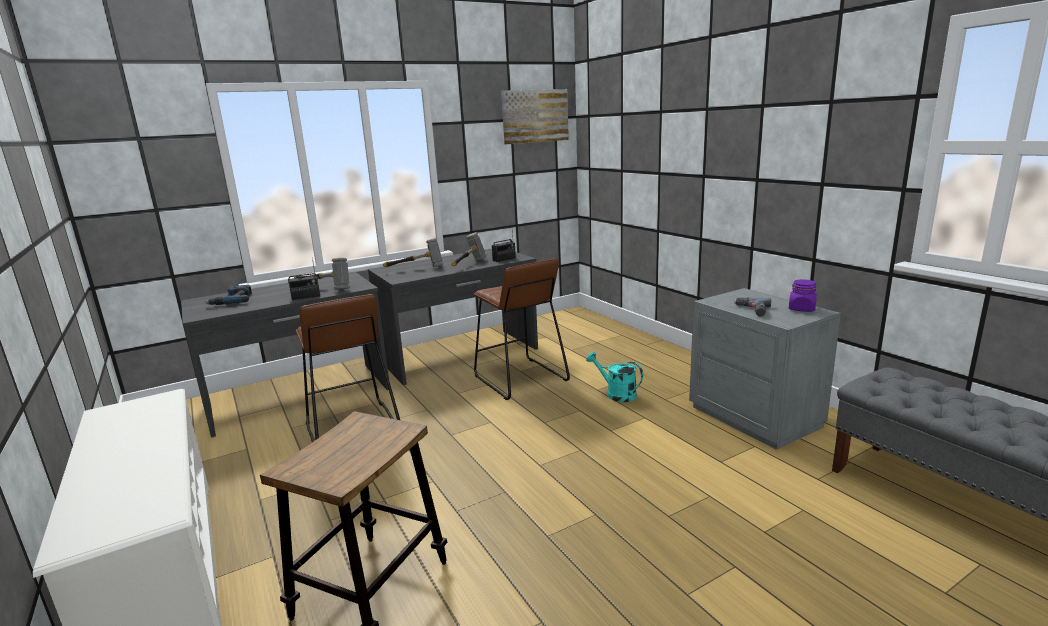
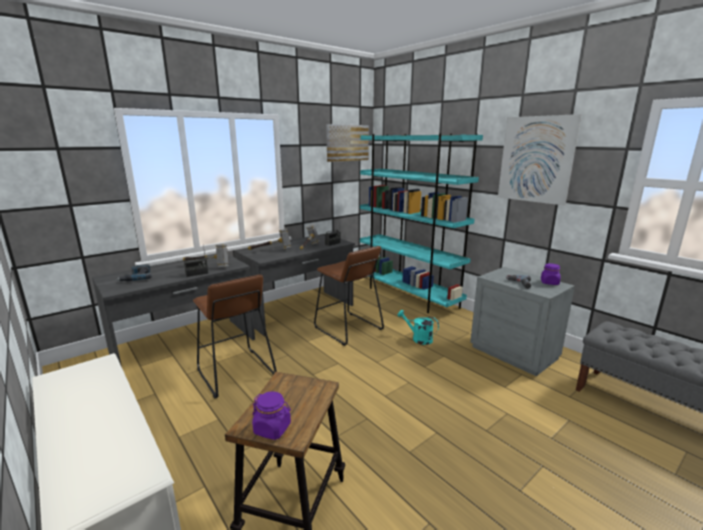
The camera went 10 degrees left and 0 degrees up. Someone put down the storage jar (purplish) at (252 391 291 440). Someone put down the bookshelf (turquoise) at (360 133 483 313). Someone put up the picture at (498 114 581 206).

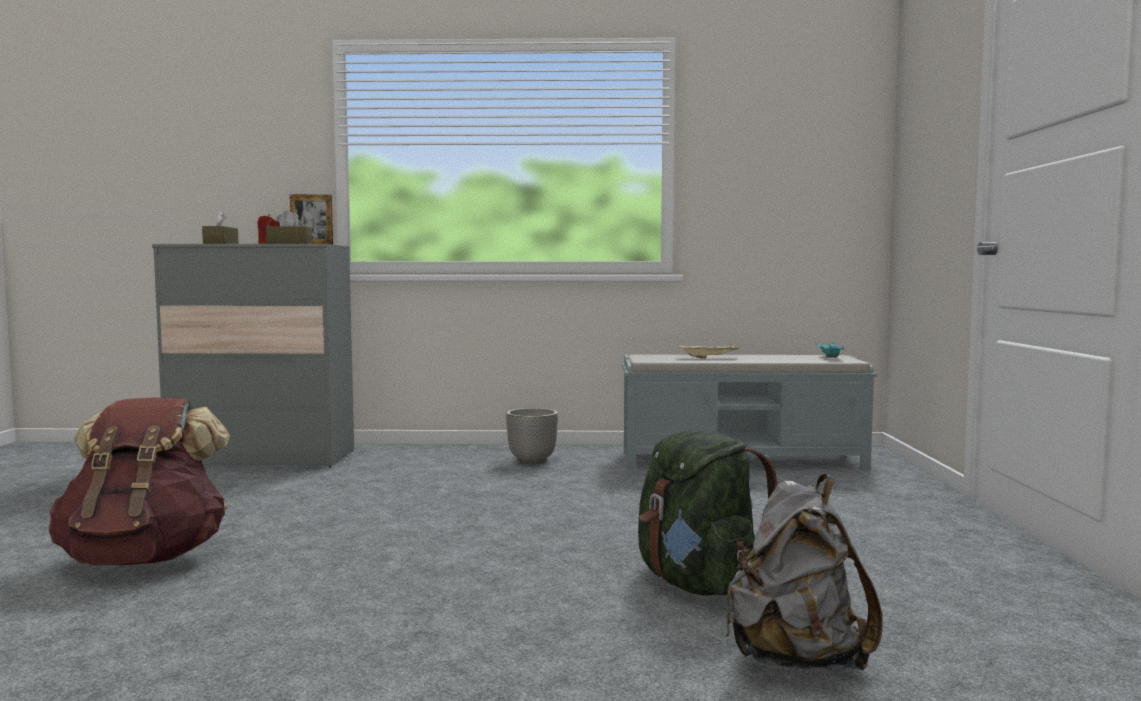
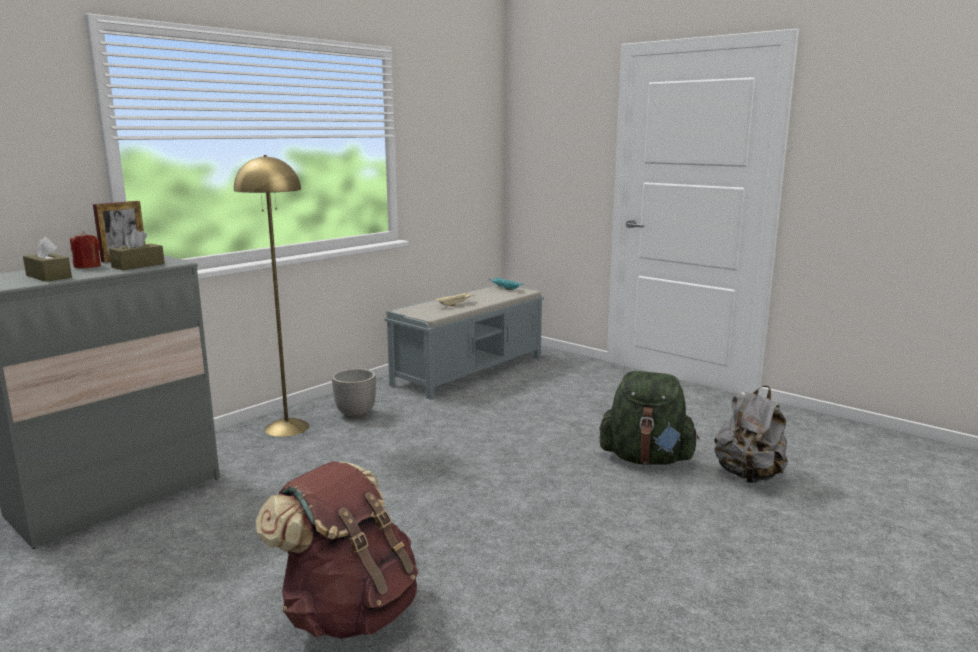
The camera went 50 degrees left and 10 degrees up. Someone put down the floor lamp (yellow) at (234 155 309 437).

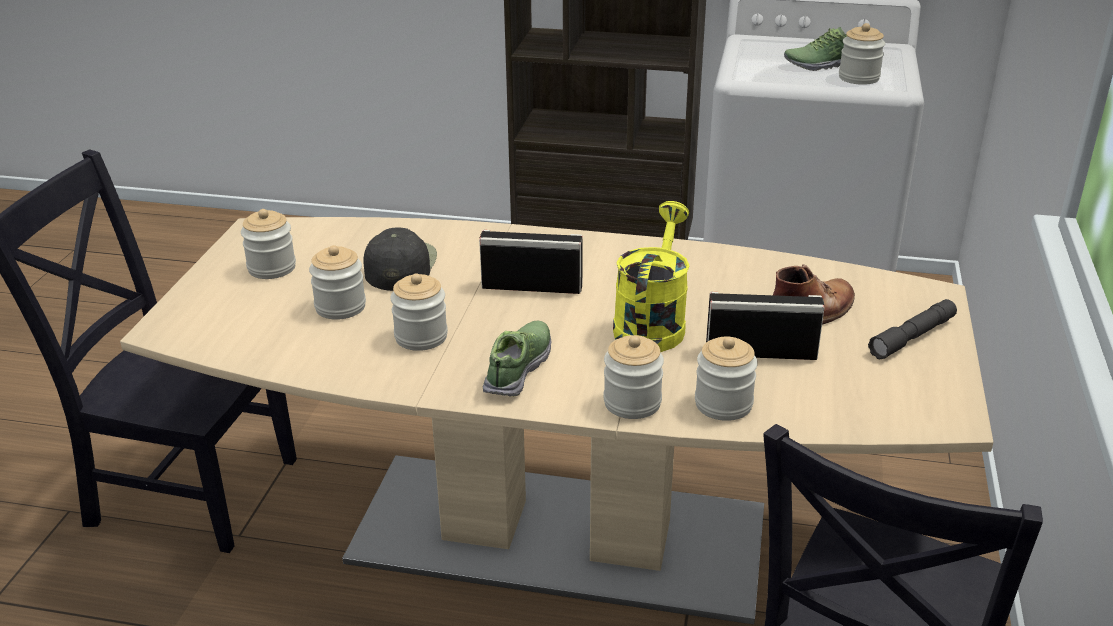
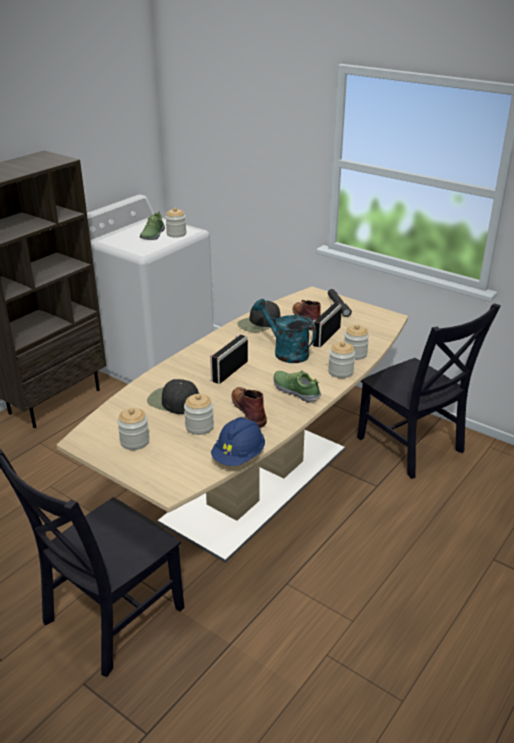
The camera went 65 degrees left and 0 degrees up. Someone put down the hard hat (bluish) at (211 417 265 466). Someone put down the cap (black) at (237 301 281 332). Someone swapped the storage jar at (390 273 448 351) for the high-top boot (brown-coloured) at (231 387 267 428). Someone repainted the watering can (yellow) at (613 201 690 352), which became the watering can (turquoise) at (253 299 316 363).

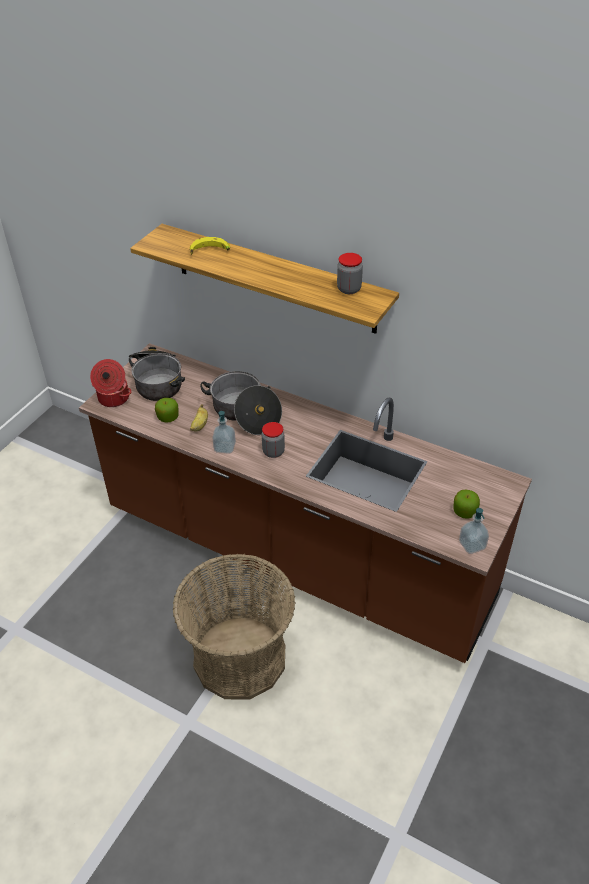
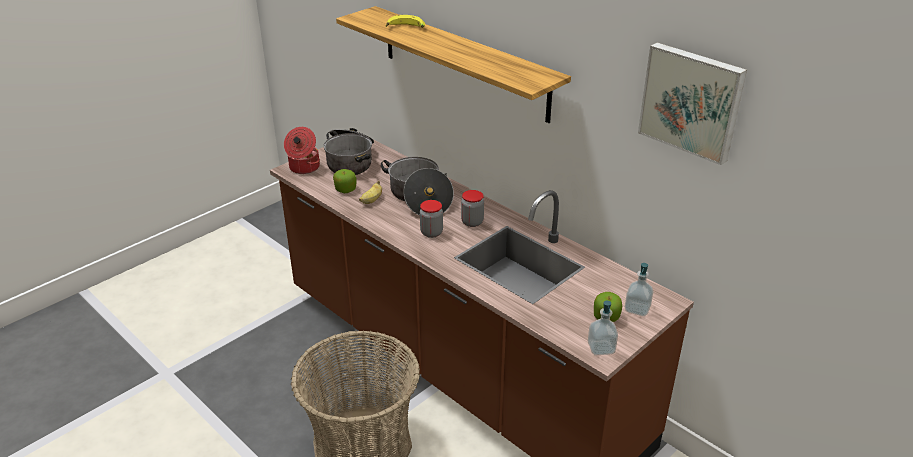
The camera went 15 degrees right and 10 degrees down. Someone put up the picture at (638 43 747 165). Someone carried the soap bottle from (213 411 236 454) to (625 263 654 316). Someone carried the storage jar from (337 253 363 294) to (461 190 484 227).

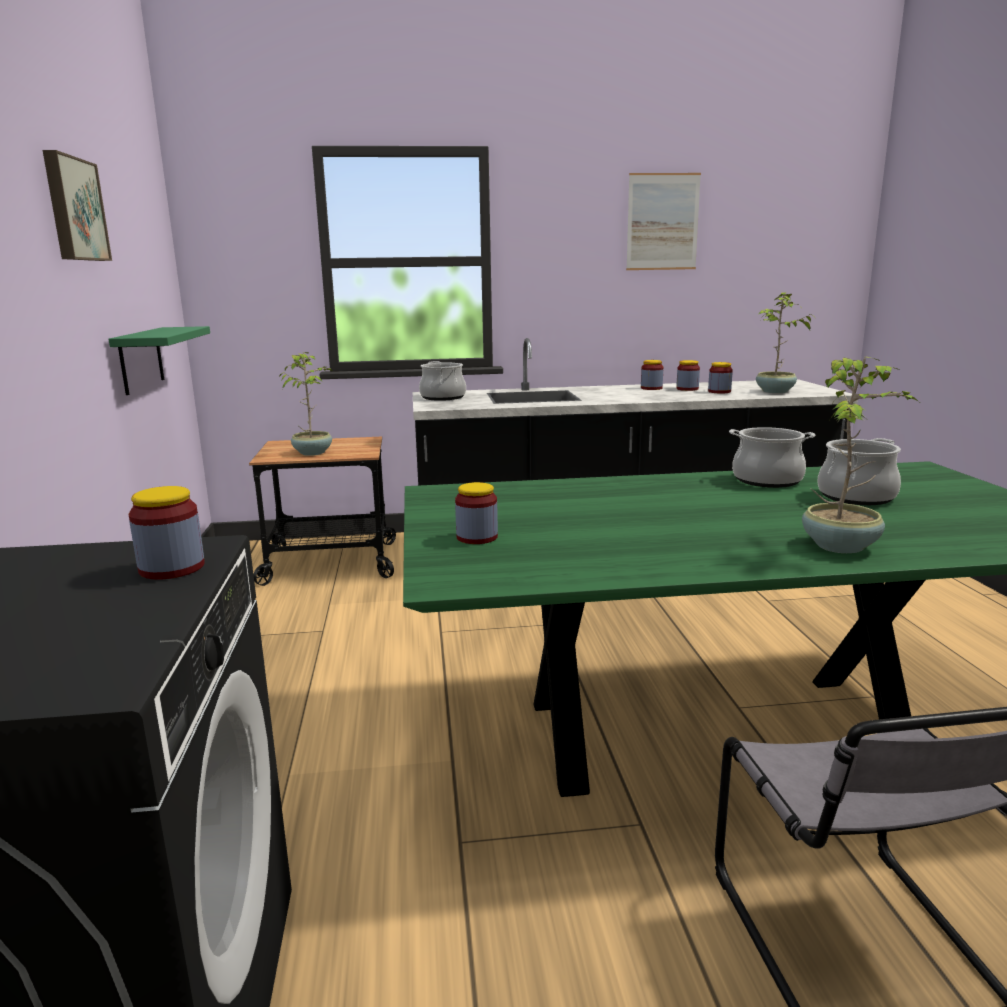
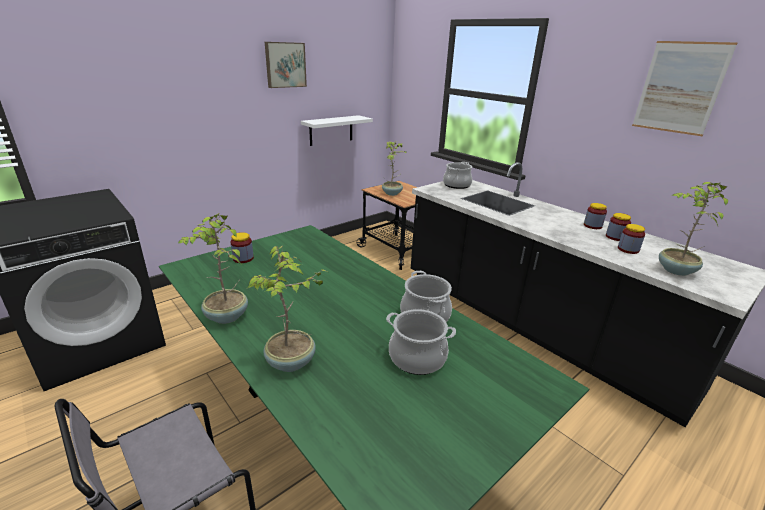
The camera went 55 degrees right and 10 degrees up. Someone took away the storage jar at (129 486 205 580). Someone put down the houseplant at (178 213 248 324). Someone repainted the bracket shelf (green-coloured) at (108 326 210 395), which became the bracket shelf (whitish) at (301 115 373 146).

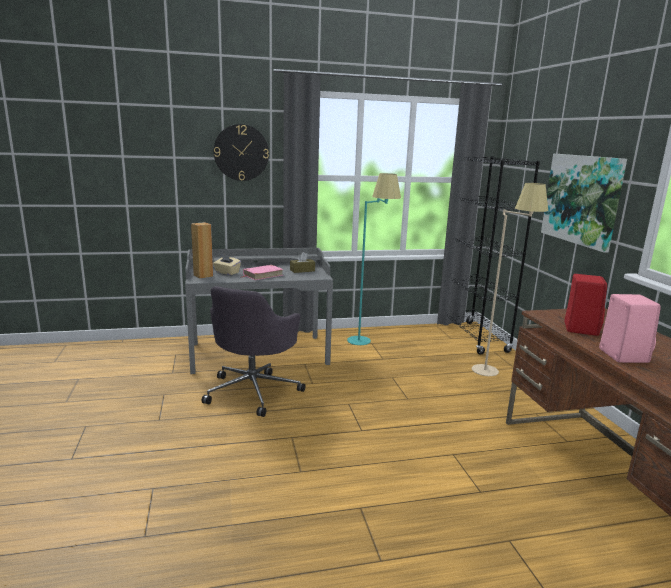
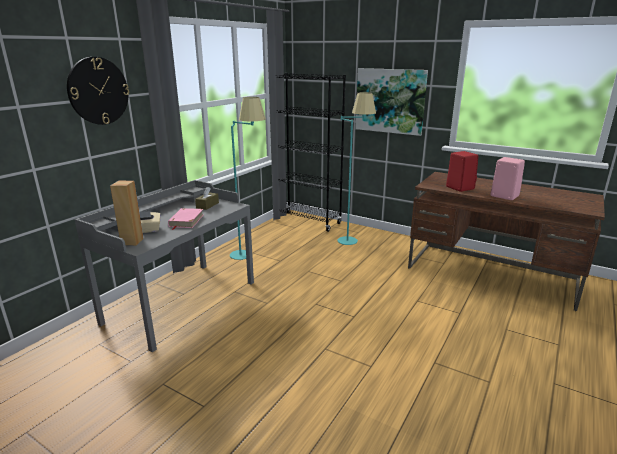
The camera went 45 degrees left and 5 degrees up. Someone took away the computer chair (grey) at (202 286 305 417). Someone repainted the floor lamp (sand-coloured) at (472 183 548 376), which became the floor lamp (turquoise) at (337 92 376 245).

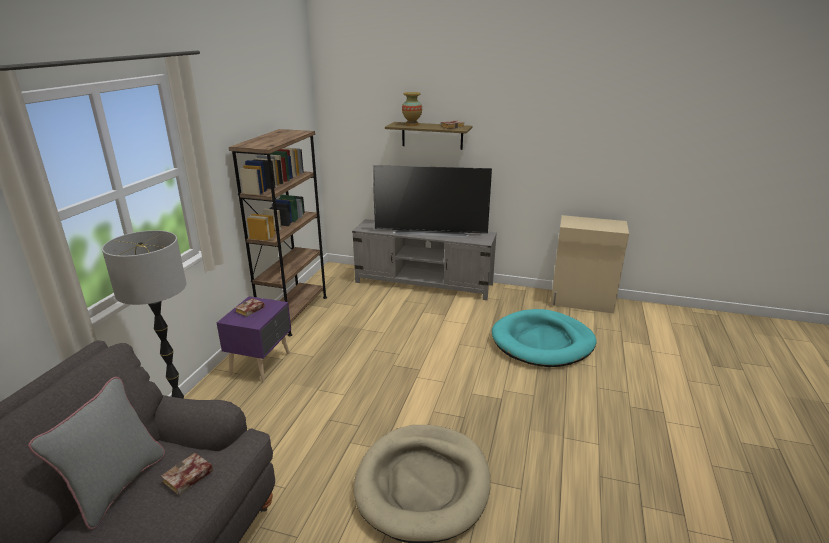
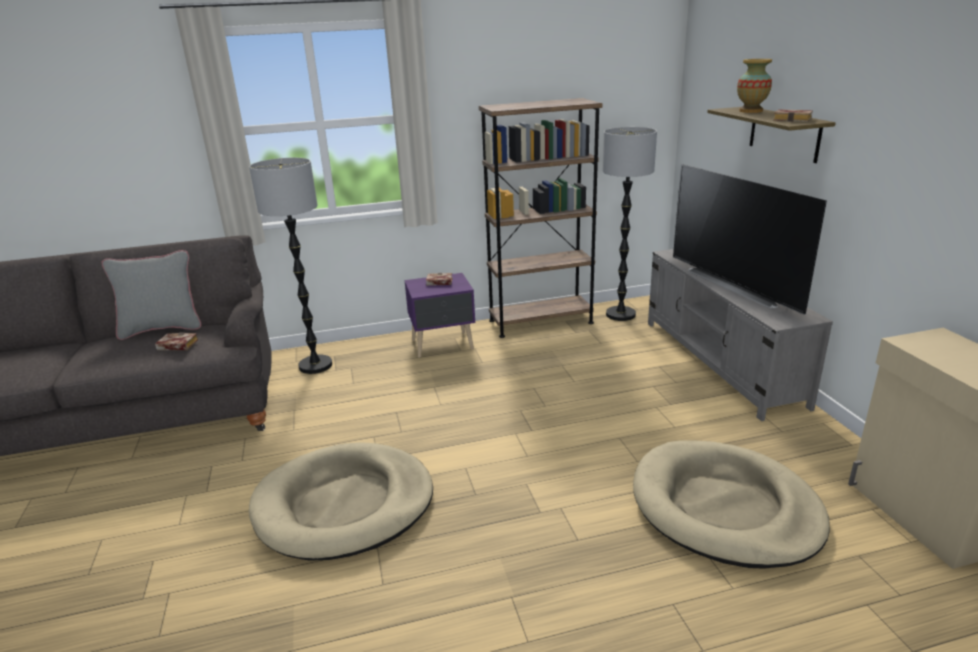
The camera went 60 degrees right and 0 degrees up. Someone put down the floor lamp at (603 127 657 321). Someone repainted the pet bed (turquoise) at (492 309 597 367), which became the pet bed (sand-coloured) at (633 440 830 569).

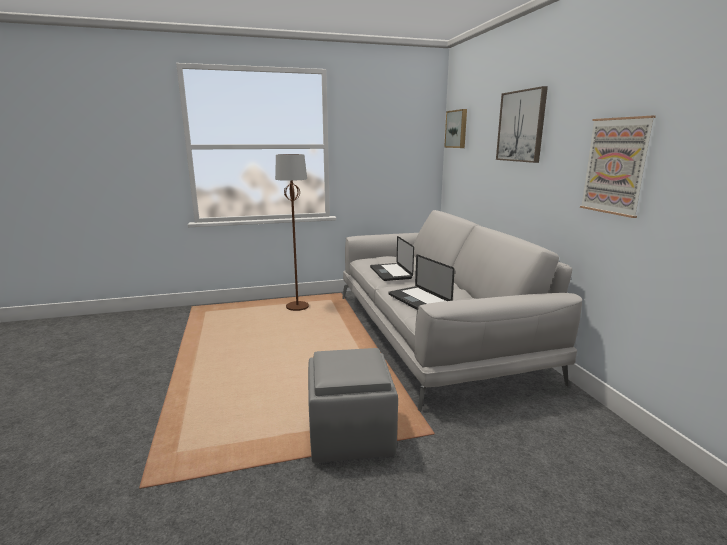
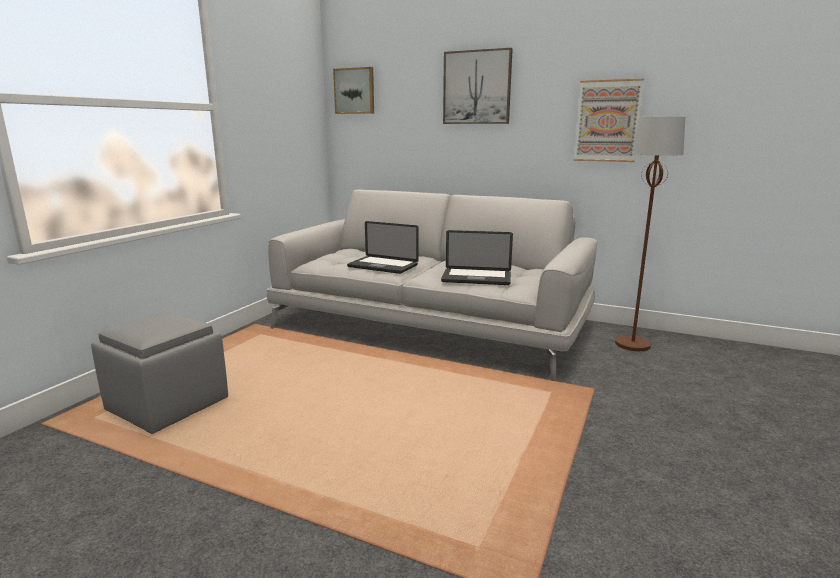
The camera went 50 degrees left and 0 degrees up. Someone carried the floor lamp (brown-coloured) from (275 154 309 311) to (615 116 685 351). Someone carried the footrest (grey) from (308 348 398 463) to (91 312 228 434).

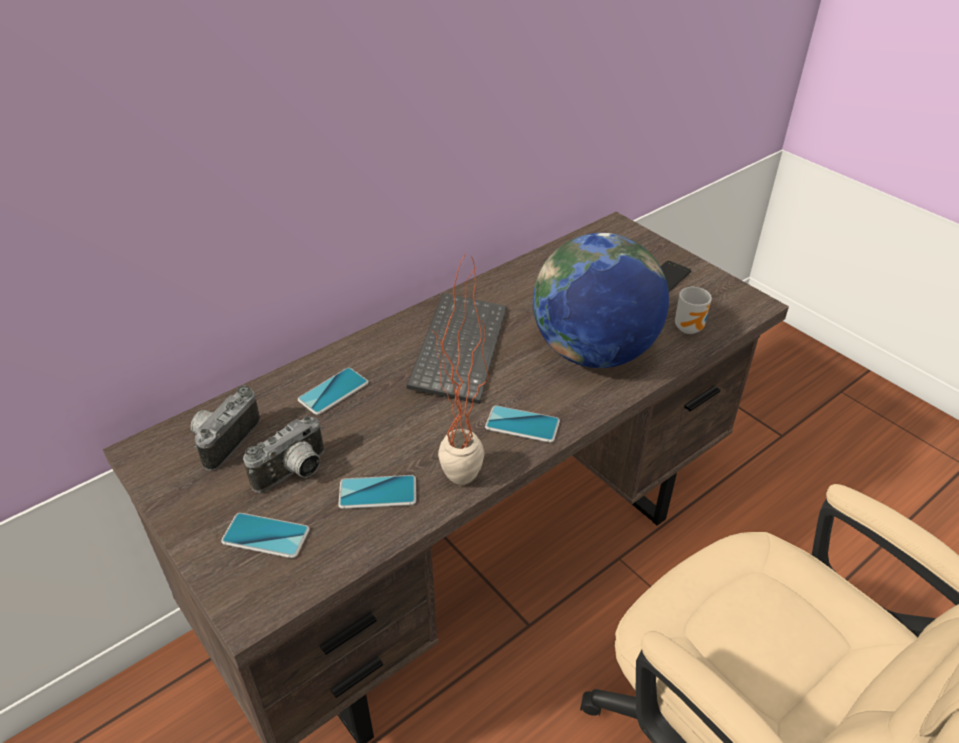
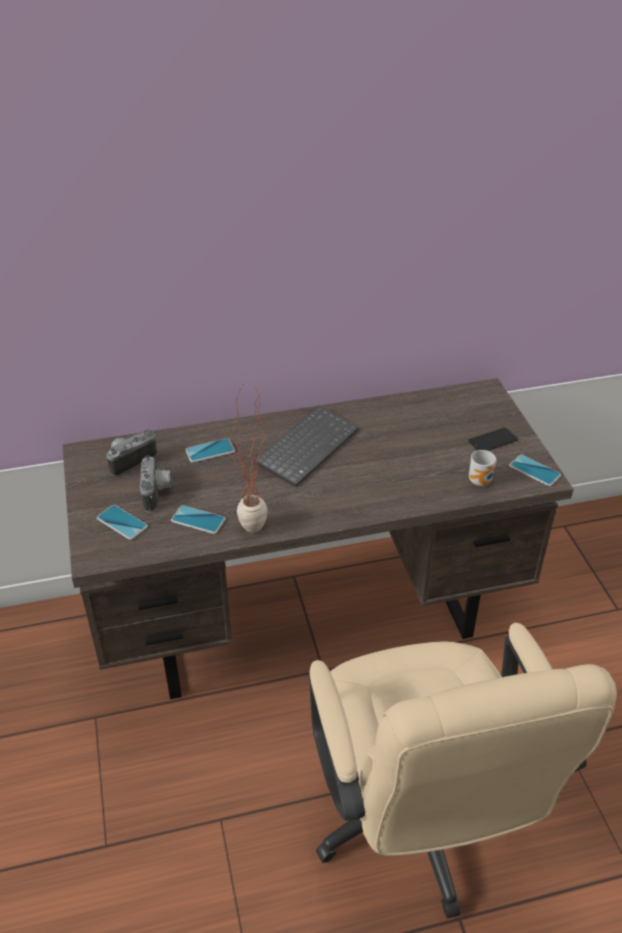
The camera went 25 degrees right and 0 degrees up. Someone took away the desk globe at (533 233 669 368). Someone carried the handset from (485 405 560 443) to (509 454 561 486). Someone rotated the still camera at (243 416 324 493) by 75 degrees counterclockwise.

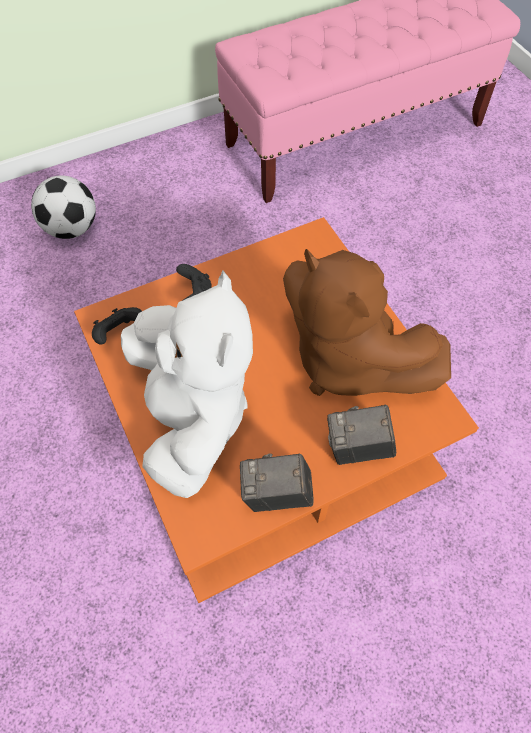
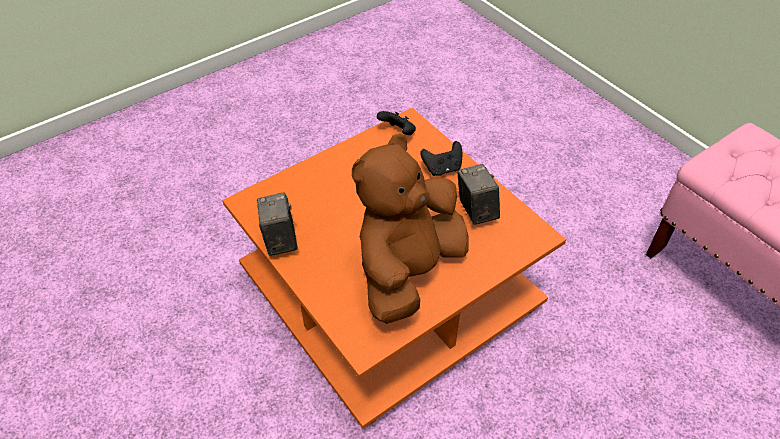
The camera went 80 degrees right and 10 degrees down. Someone took away the ball for football at (31 175 96 239). Someone took away the soft toy (whitish) at (121 271 253 498). Someone carried the still camera from (327 405 396 465) to (457 164 500 225).

